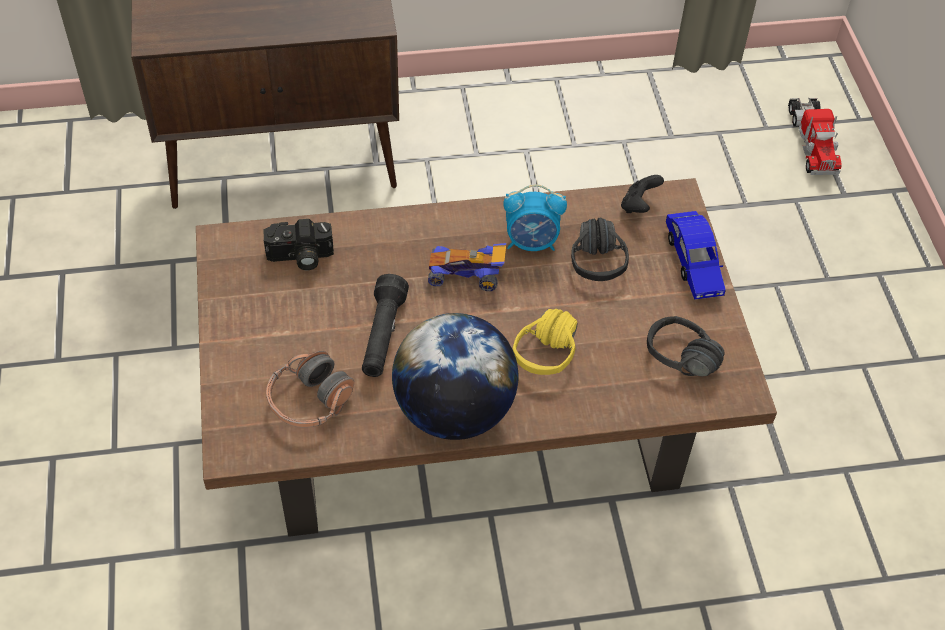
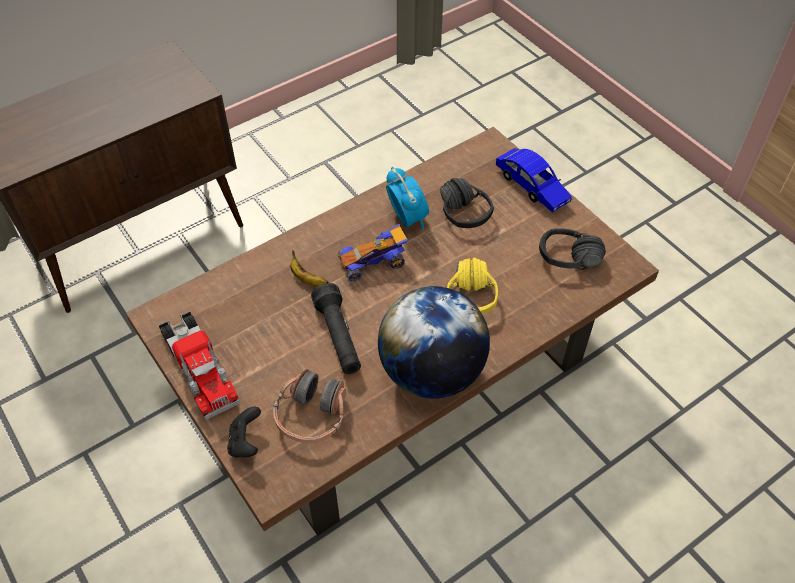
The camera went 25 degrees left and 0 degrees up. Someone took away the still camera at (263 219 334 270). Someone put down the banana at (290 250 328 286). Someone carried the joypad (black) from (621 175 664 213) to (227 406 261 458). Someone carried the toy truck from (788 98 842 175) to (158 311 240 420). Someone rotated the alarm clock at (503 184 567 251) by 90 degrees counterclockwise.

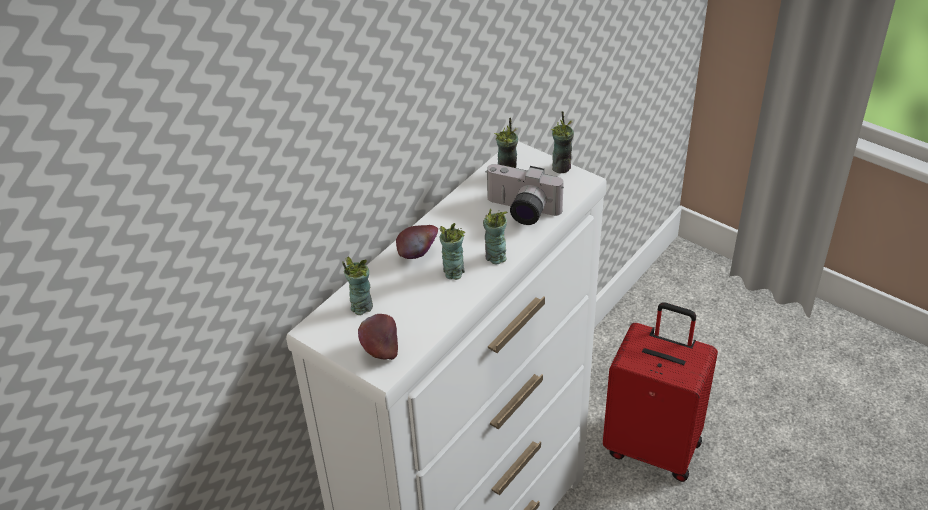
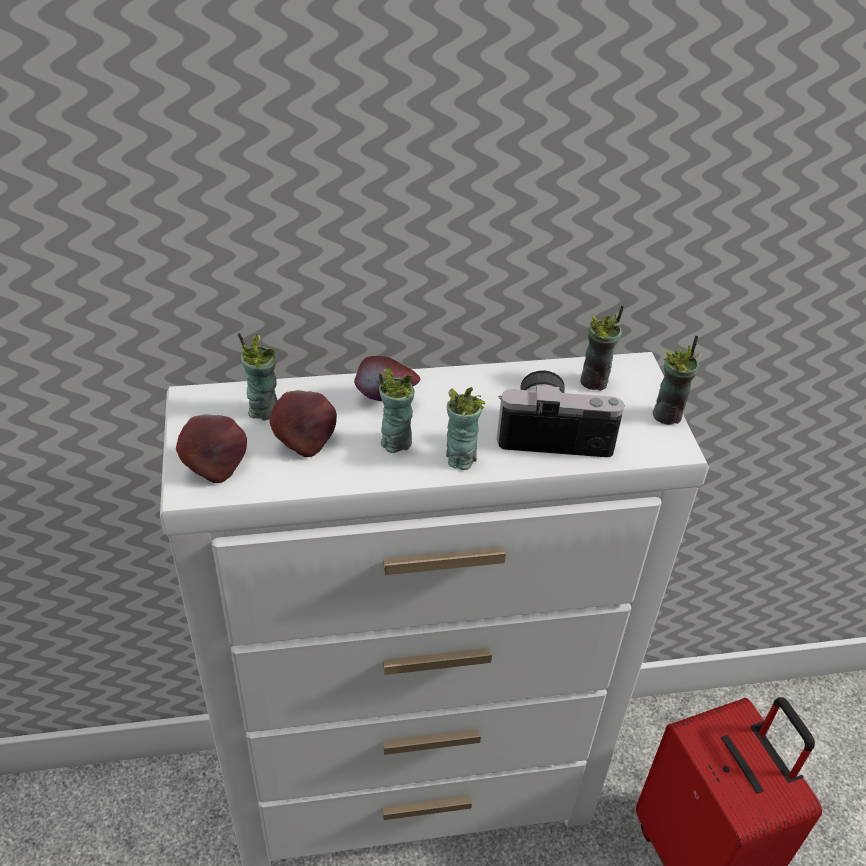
The camera went 40 degrees right and 0 degrees up. Someone put down the apple fruit at (269 390 337 457). Someone rotated the still camera at (485 164 564 225) by 120 degrees clockwise.

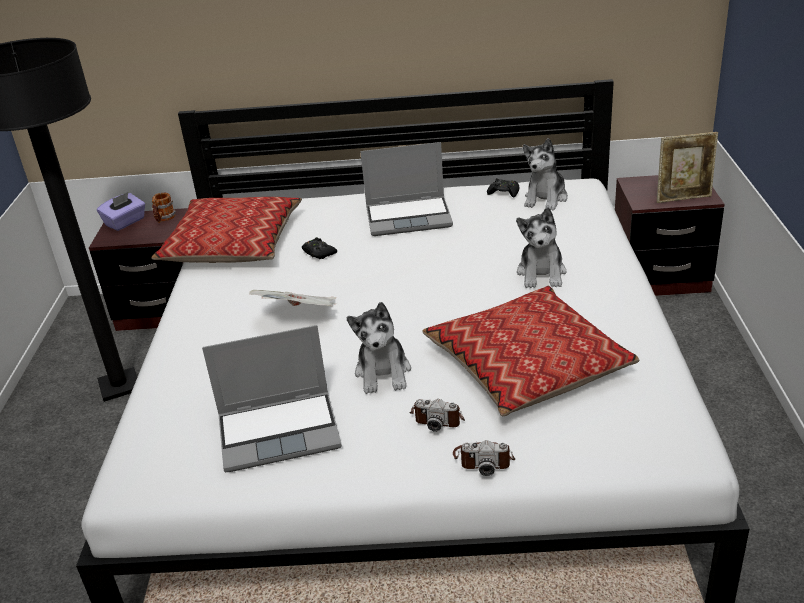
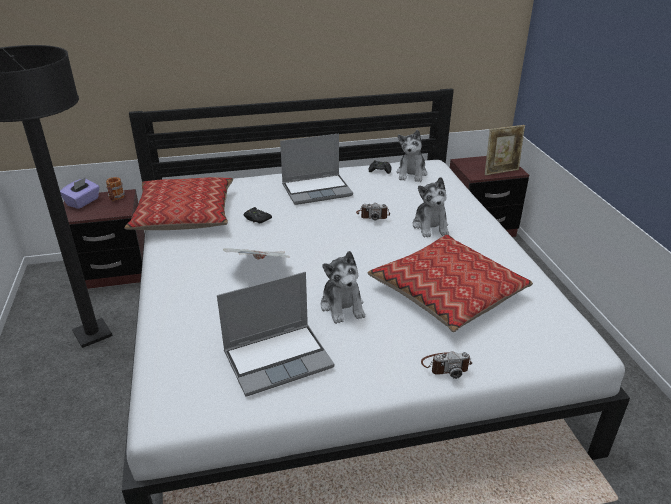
The camera went 15 degrees left and 0 degrees up. Someone carried the still camera from (410 399 465 432) to (356 203 390 220).

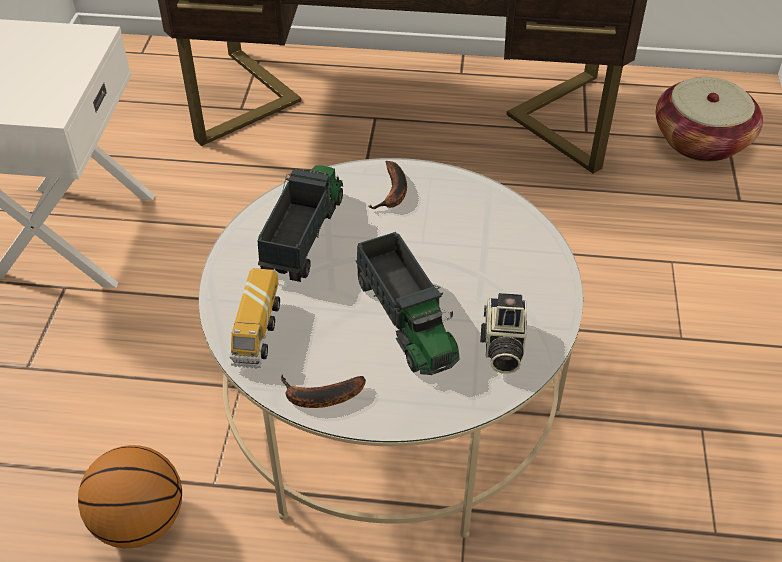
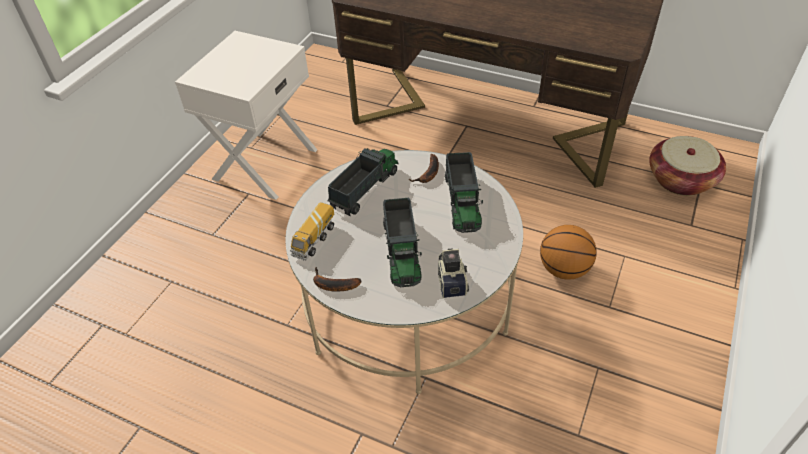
The camera went 20 degrees right and 0 degrees up. Someone put down the toy truck at (445 152 483 233). Someone carried the ball for basketball from (78 445 182 548) to (540 225 597 280). Someone rotated the still camera at (480 293 527 374) by 150 degrees clockwise.

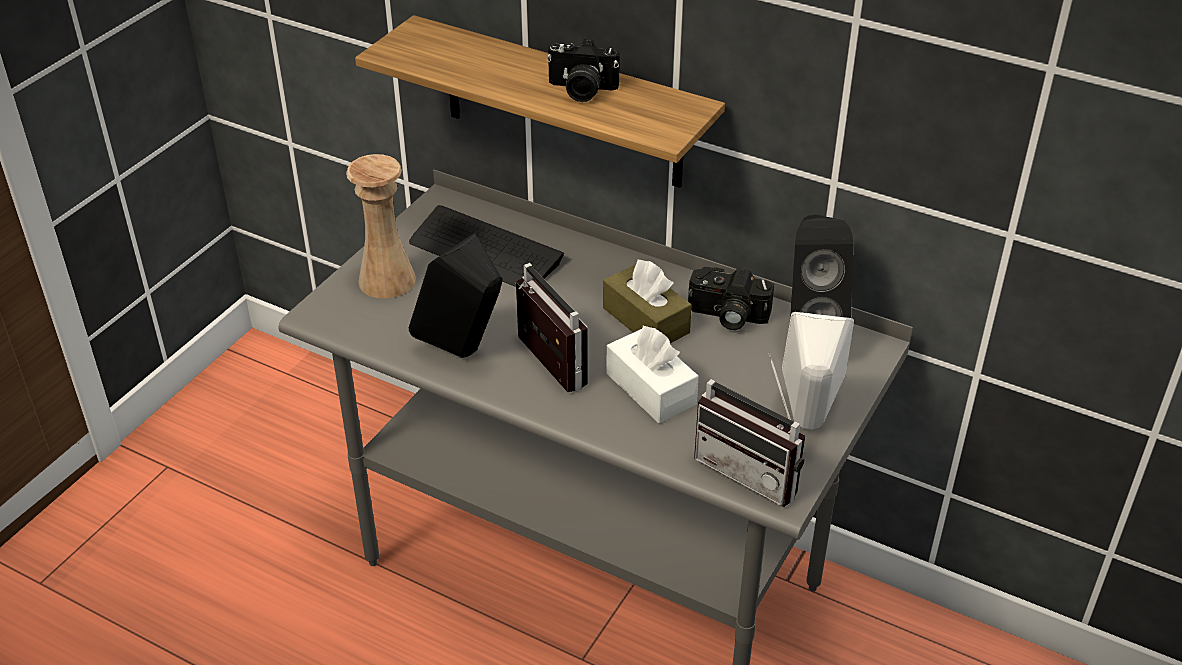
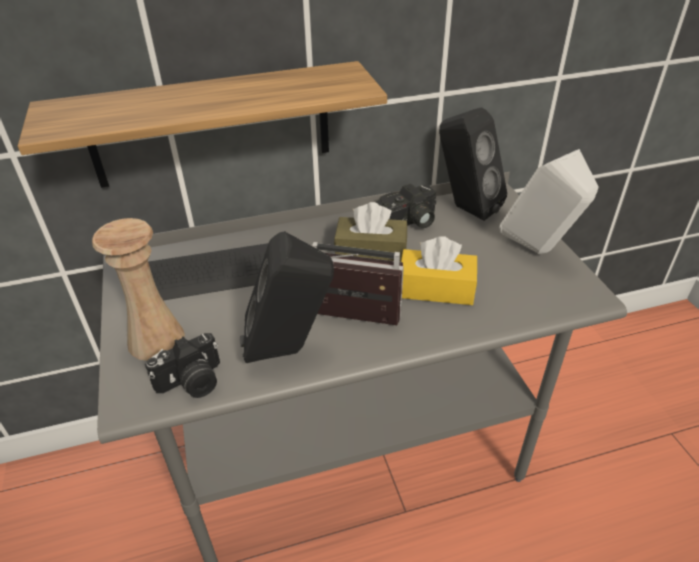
The camera went 45 degrees left and 0 degrees up. Someone took away the radio set at (694 353 805 507). Someone carried the still camera from (547 39 620 102) to (145 333 220 398). Someone repainted the box of tissues (whitish) at (606 326 699 423), which became the box of tissues (yellow) at (401 236 477 305).

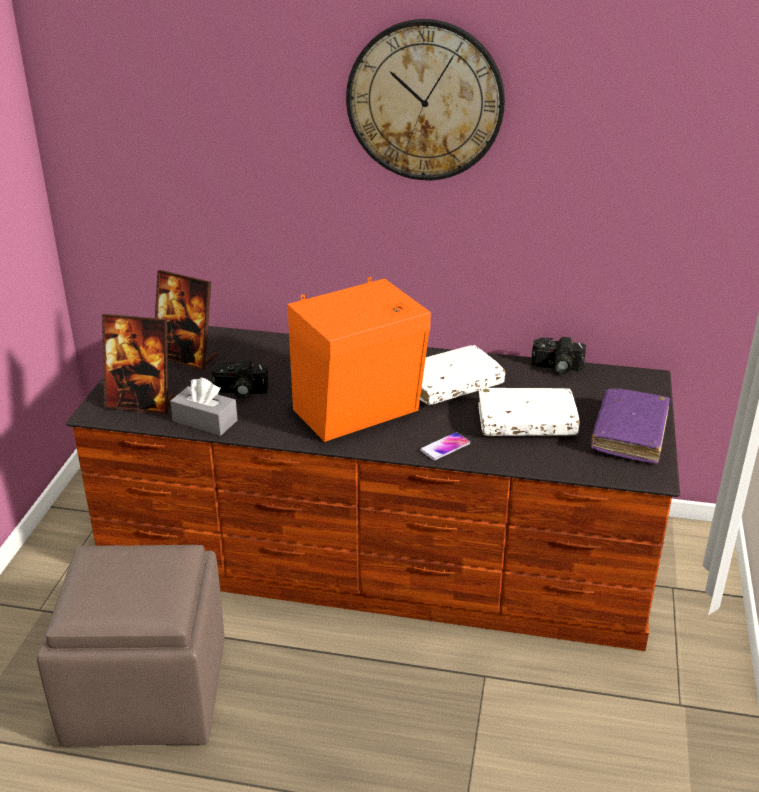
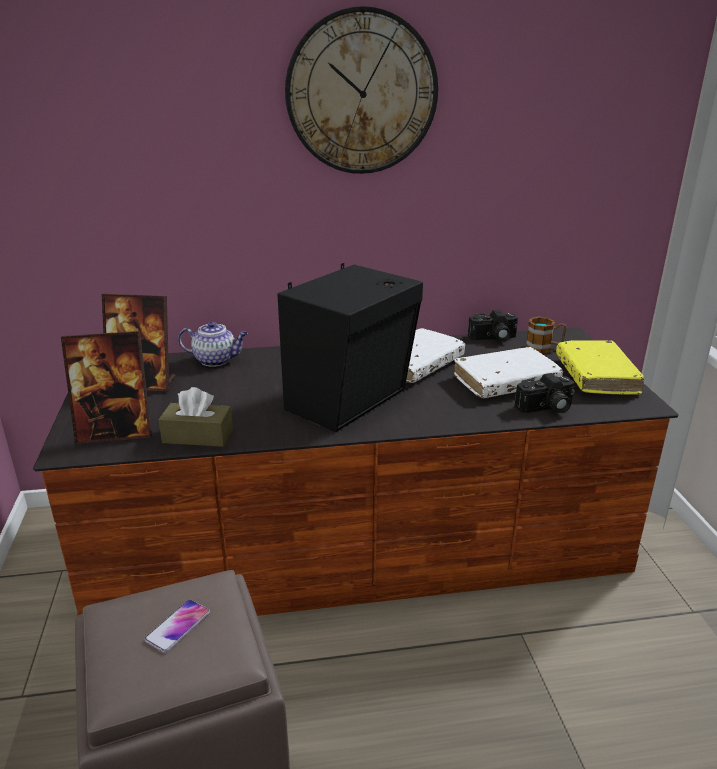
The camera went 20 degrees left and 5 degrees down. Someone put down the tea pot at (178 321 248 367). Someone put down the tea mug at (526 317 566 354). Someone carried the still camera from (212 360 269 399) to (515 373 575 413). Someone carried the handset from (420 432 470 460) to (145 600 210 653). Someone repainted the box of tissues (grey) at (170 378 238 436), which became the box of tissues (brown-coloured) at (158 387 233 447). Someone repainted the loudspeaker (orange) at (287 277 431 442), which became the loudspeaker (black) at (277 263 423 432). Someone repainted the bound book (purplish) at (591 389 670 464), which became the bound book (yellow) at (556 340 644 395).

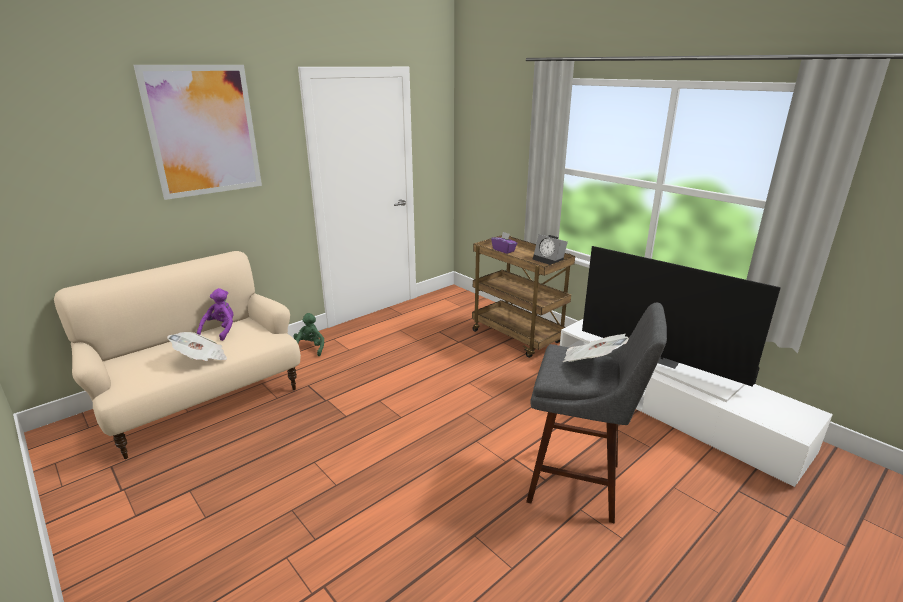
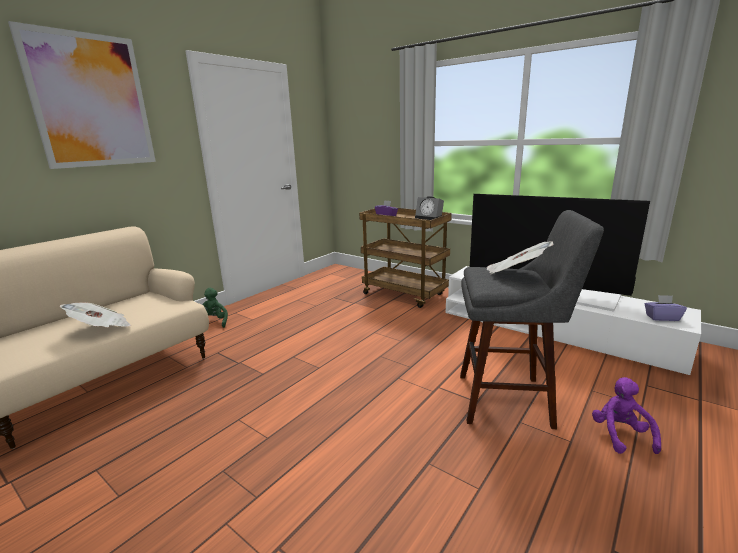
The camera went 10 degrees left and 5 degrees down. Someone put down the box of tissues (purplish) at (645 295 687 321). Someone carried the soft toy (purplish) from (197 288 233 341) to (592 377 661 454).

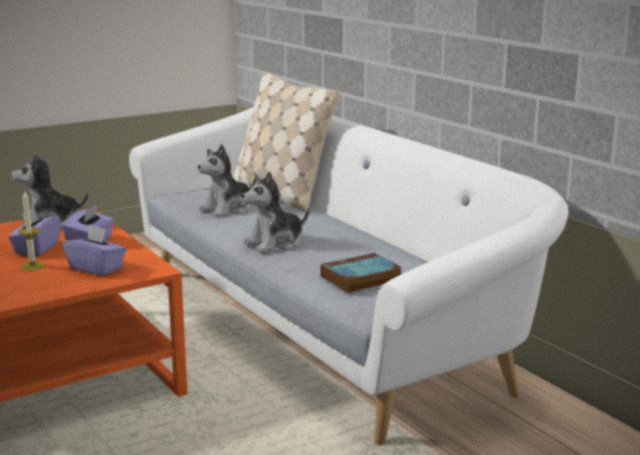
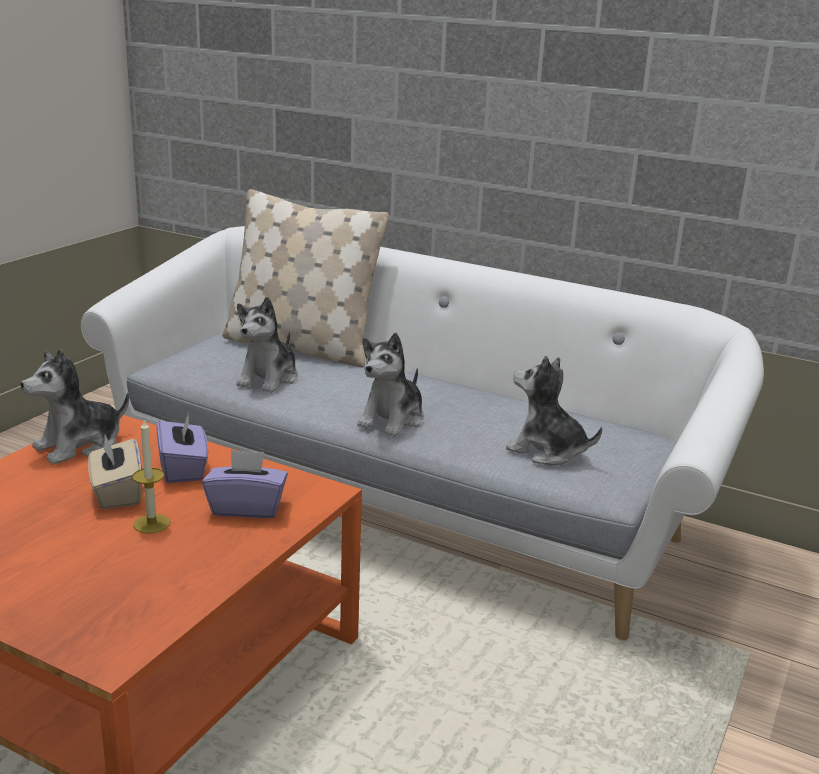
The camera went 30 degrees left and 5 degrees up. Someone swapped the bound book at (321 253 402 293) for the soft toy at (506 356 602 465). Someone repainted the box of tissues (purplish) at (8 207 60 256), which became the box of tissues (sand-coloured) at (88 435 142 509).

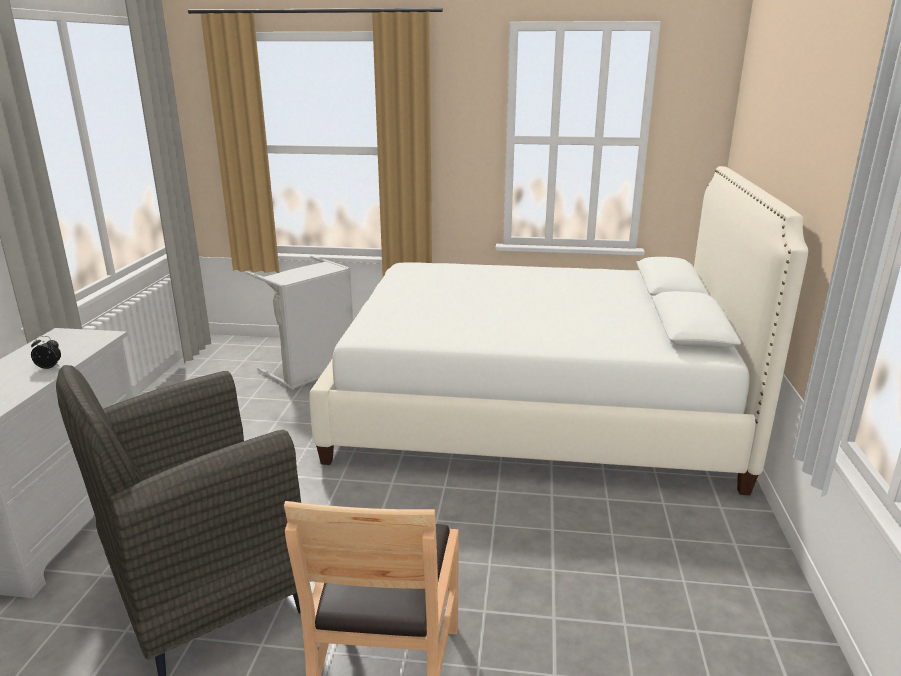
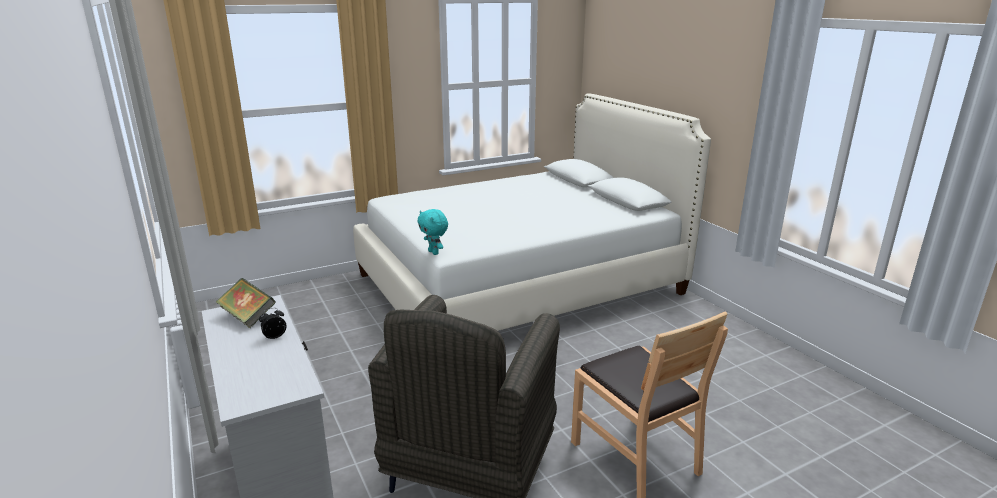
The camera went 35 degrees left and 0 degrees up. Someone took away the laundry basket (grey) at (245 256 353 390). Someone put down the bound book at (216 278 275 328). Someone put down the soft toy (turquoise) at (418 209 448 255).

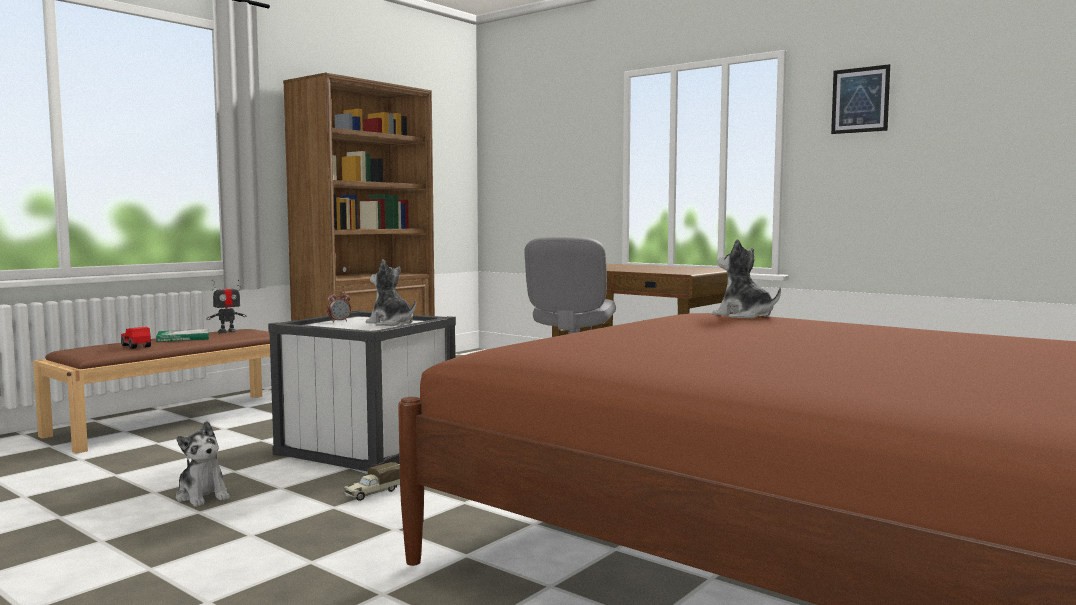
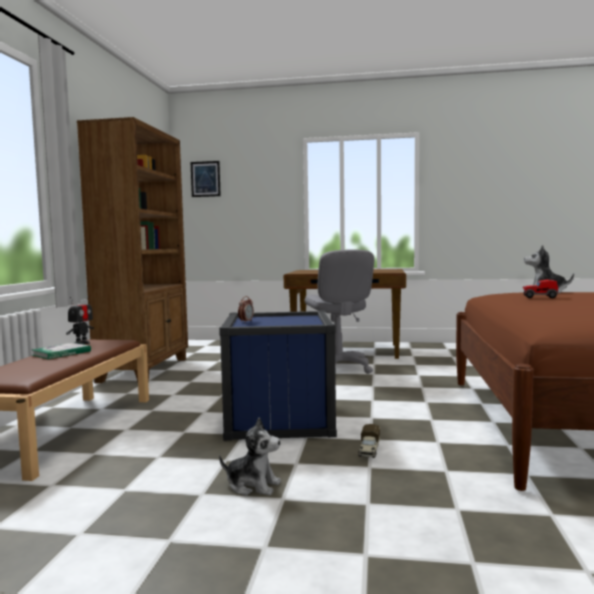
The camera went 30 degrees left and 0 degrees up. Someone took away the soft toy at (366 259 416 326). Someone carried the toy car from (121 327 151 349) to (522 280 558 298). Someone carried the picture from (831 64 890 134) to (190 161 221 197). Someone repainted the storage box (whitish) at (268 310 456 472), which became the storage box (bluish) at (219 310 337 441).

